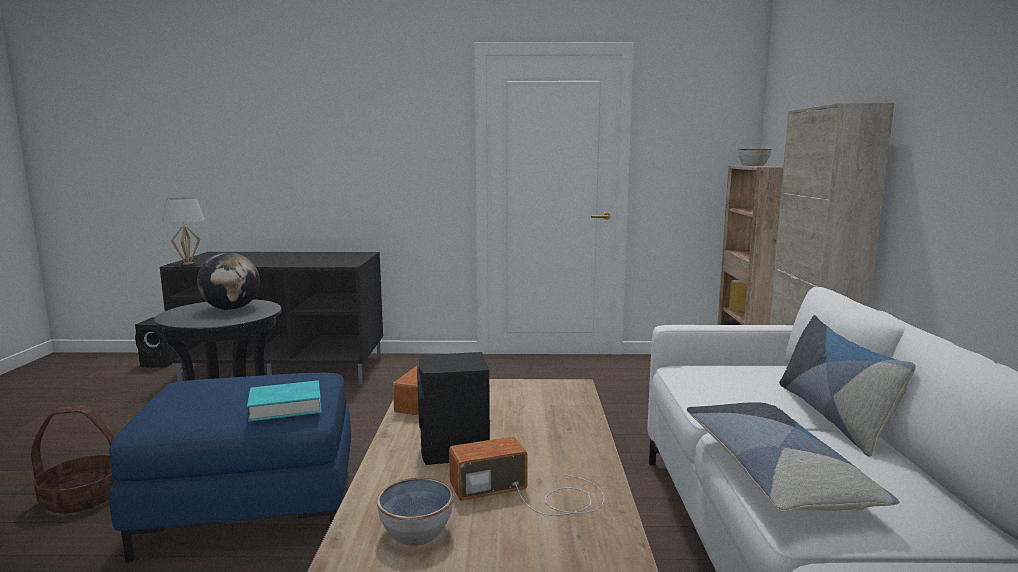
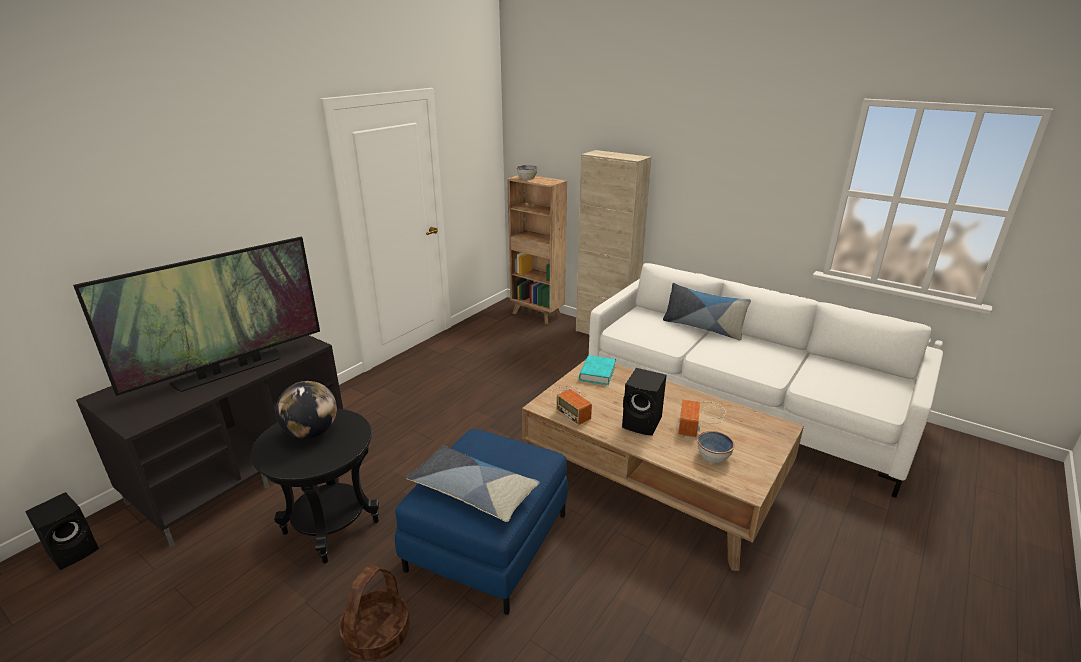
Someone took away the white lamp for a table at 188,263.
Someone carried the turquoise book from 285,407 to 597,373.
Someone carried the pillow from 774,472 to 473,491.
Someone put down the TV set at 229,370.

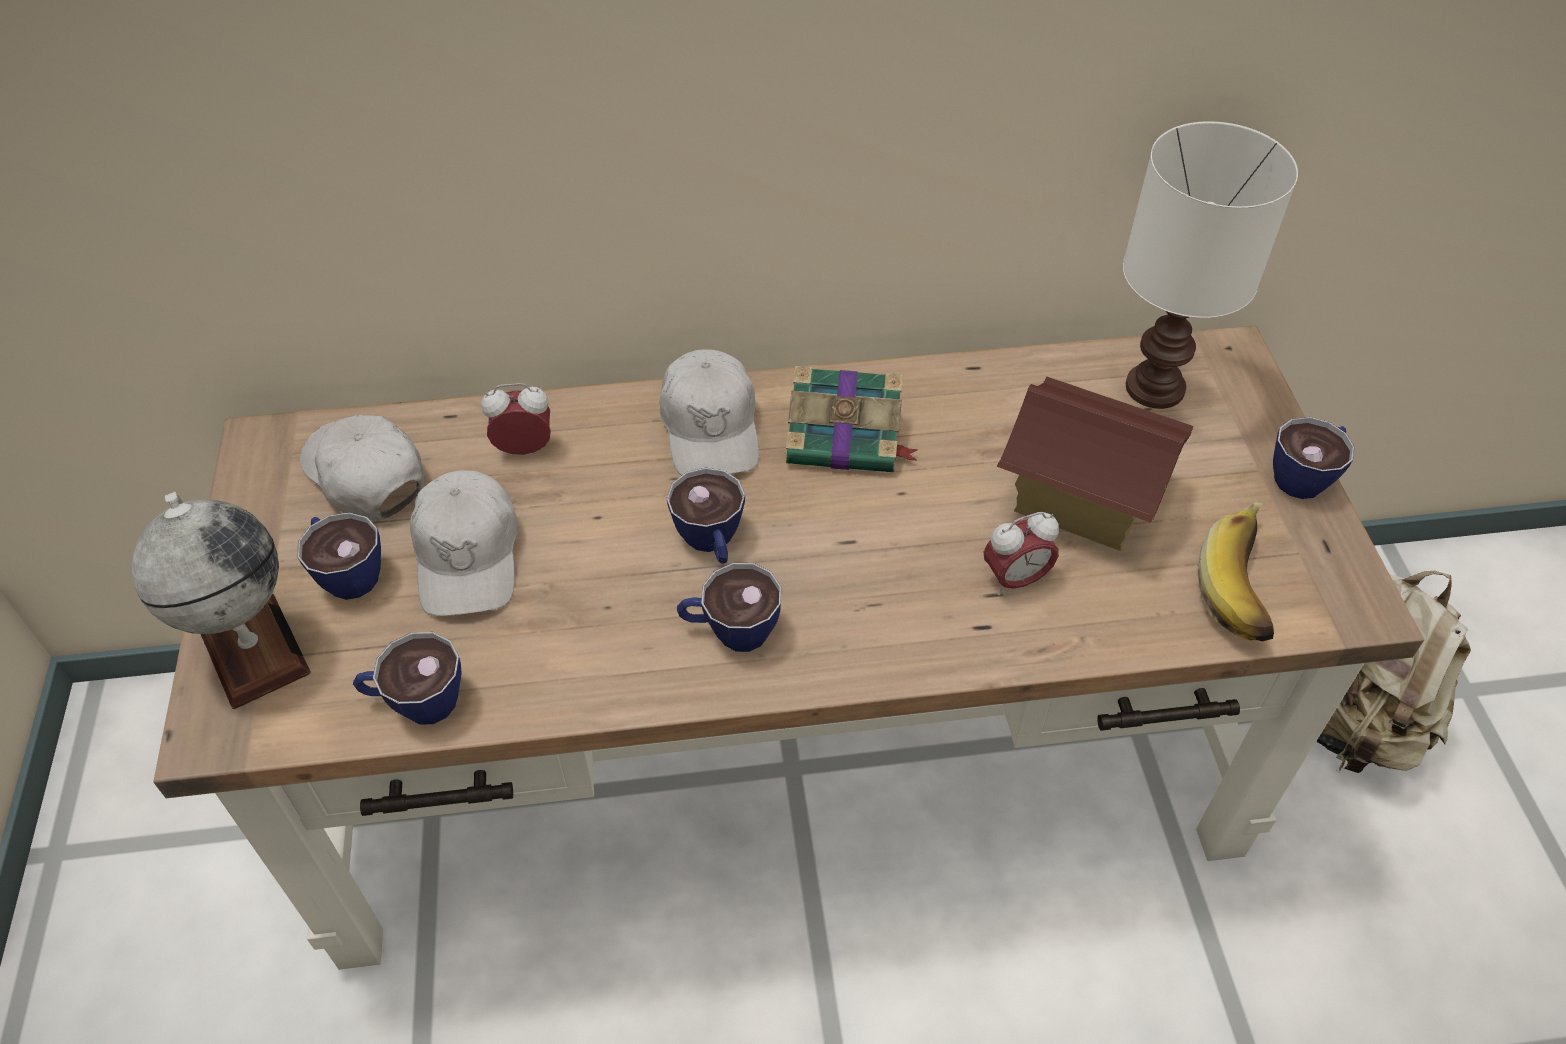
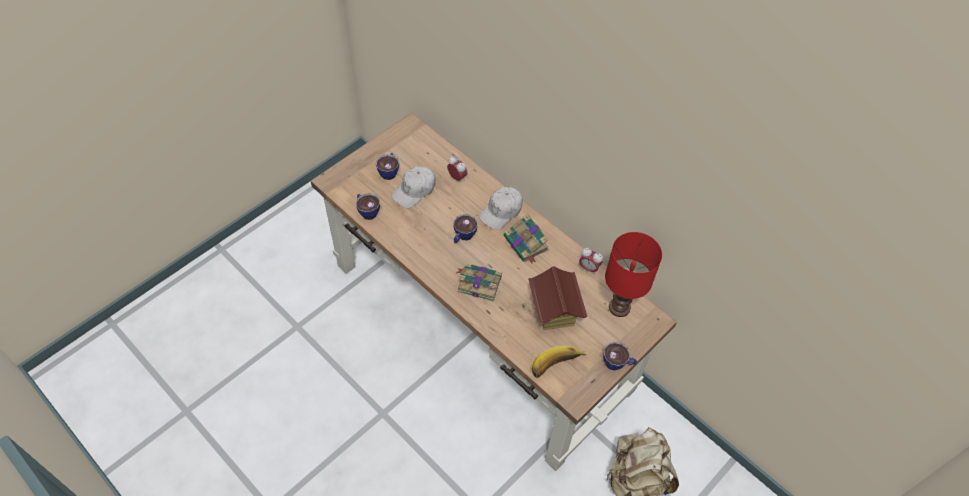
Someone took away the world globe at 253,649.
Someone took away the white baseball cap at 365,476.
Someone took away the cup at 730,631.
Someone carried the alarm clock from 1015,579 to 588,268.
Someone repainted the white lamp for a table at 1155,390, which became the red-coloured lamp for a table at 618,308.
Someone put down the book at 478,283.

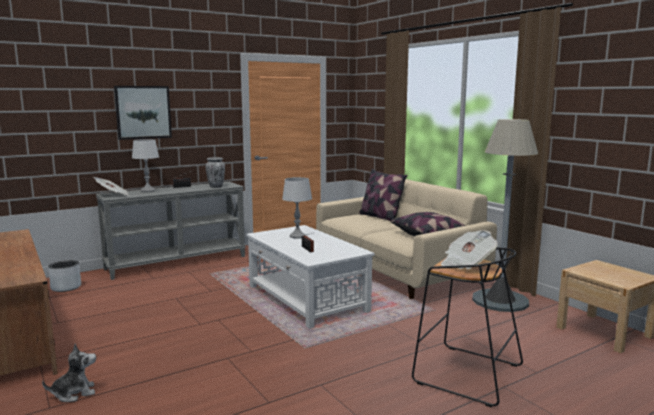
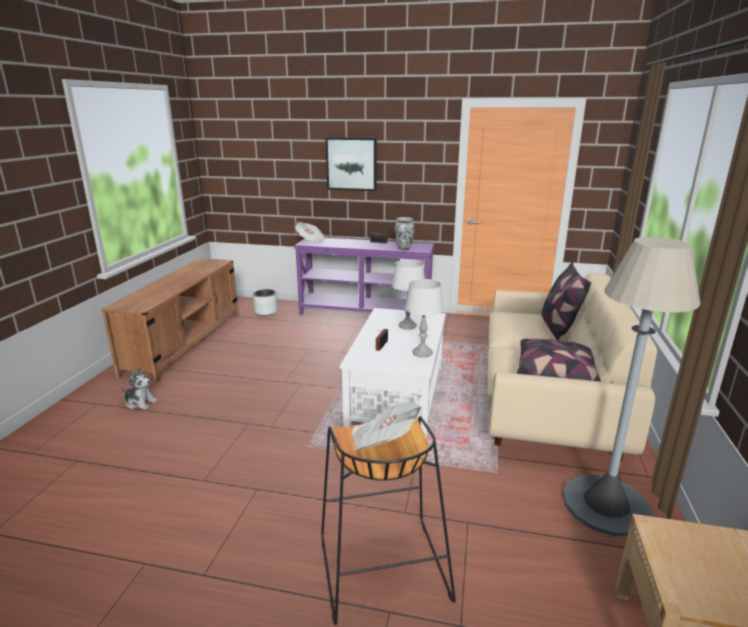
Someone repainted the gray narrow table at 177,262, which became the purple-coloured narrow table at 365,313.
Someone carried the gray lamp for a table from 148,191 to 422,353.

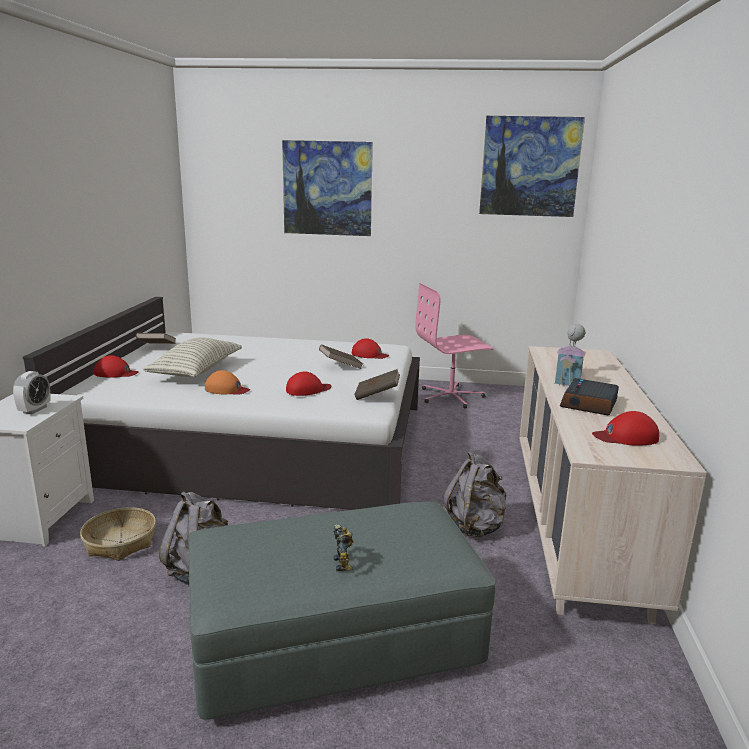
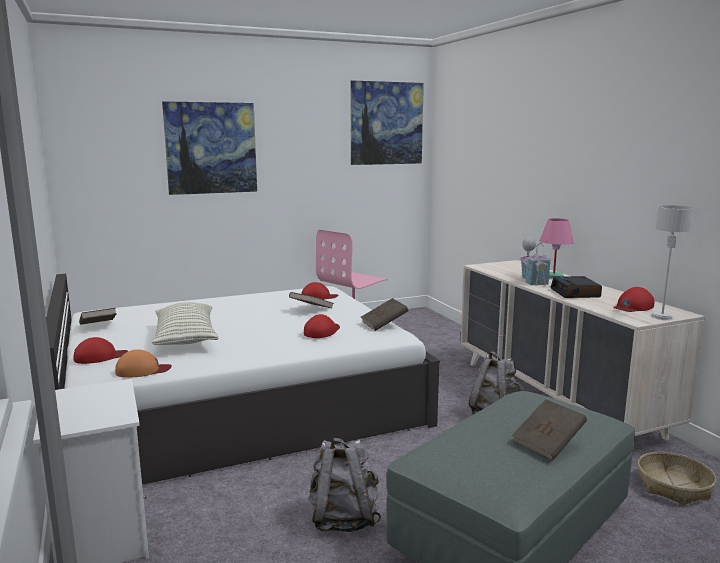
Someone took away the alarm clock at 35,410.
Someone carried the household basket from 120,542 to 674,486.
Someone carried the orange-coloured baseball cap from 226,389 to 142,370.
Someone swapped the toy robot at 345,563 for the brownish book at 548,443.
Someone put down the pinkish lamp for a table at 554,276.
Someone put down the gray lamp for a table at 662,317.

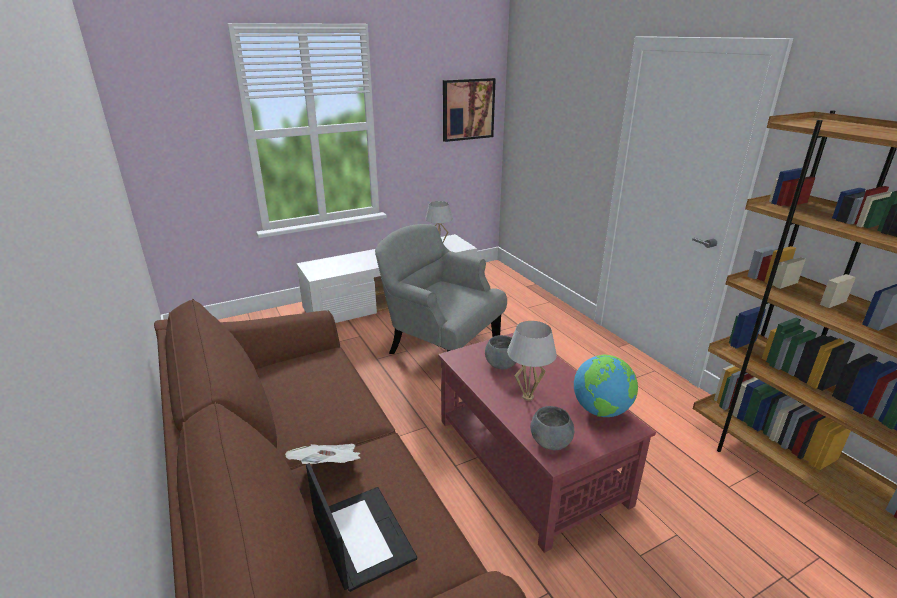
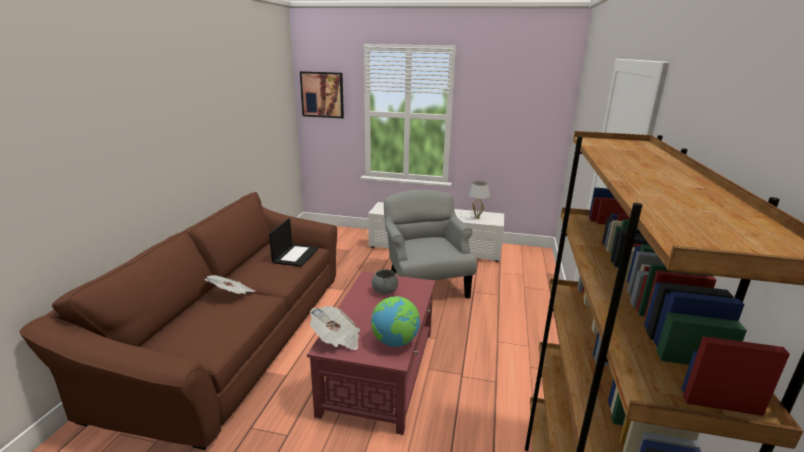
Someone carried the notebook computer from 361,536 to 295,255.
Someone carried the wall art from 468,109 to 322,94.
Someone took away the white lamp for a table at 528,397.
Someone swapped the gray bowl at 551,442 for the newspaper at 336,339.

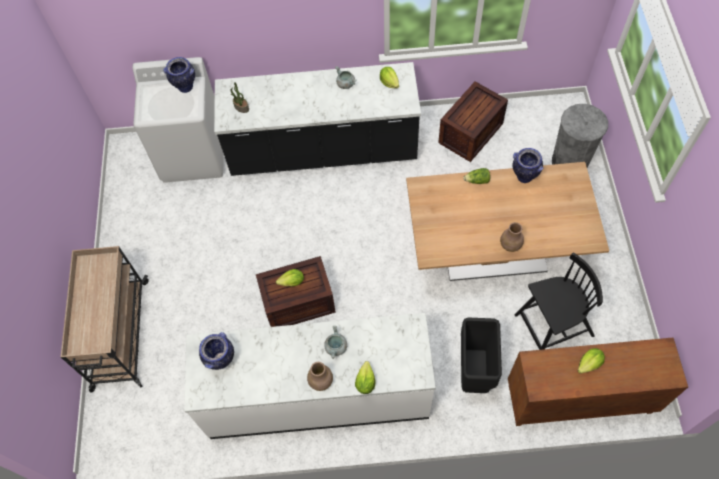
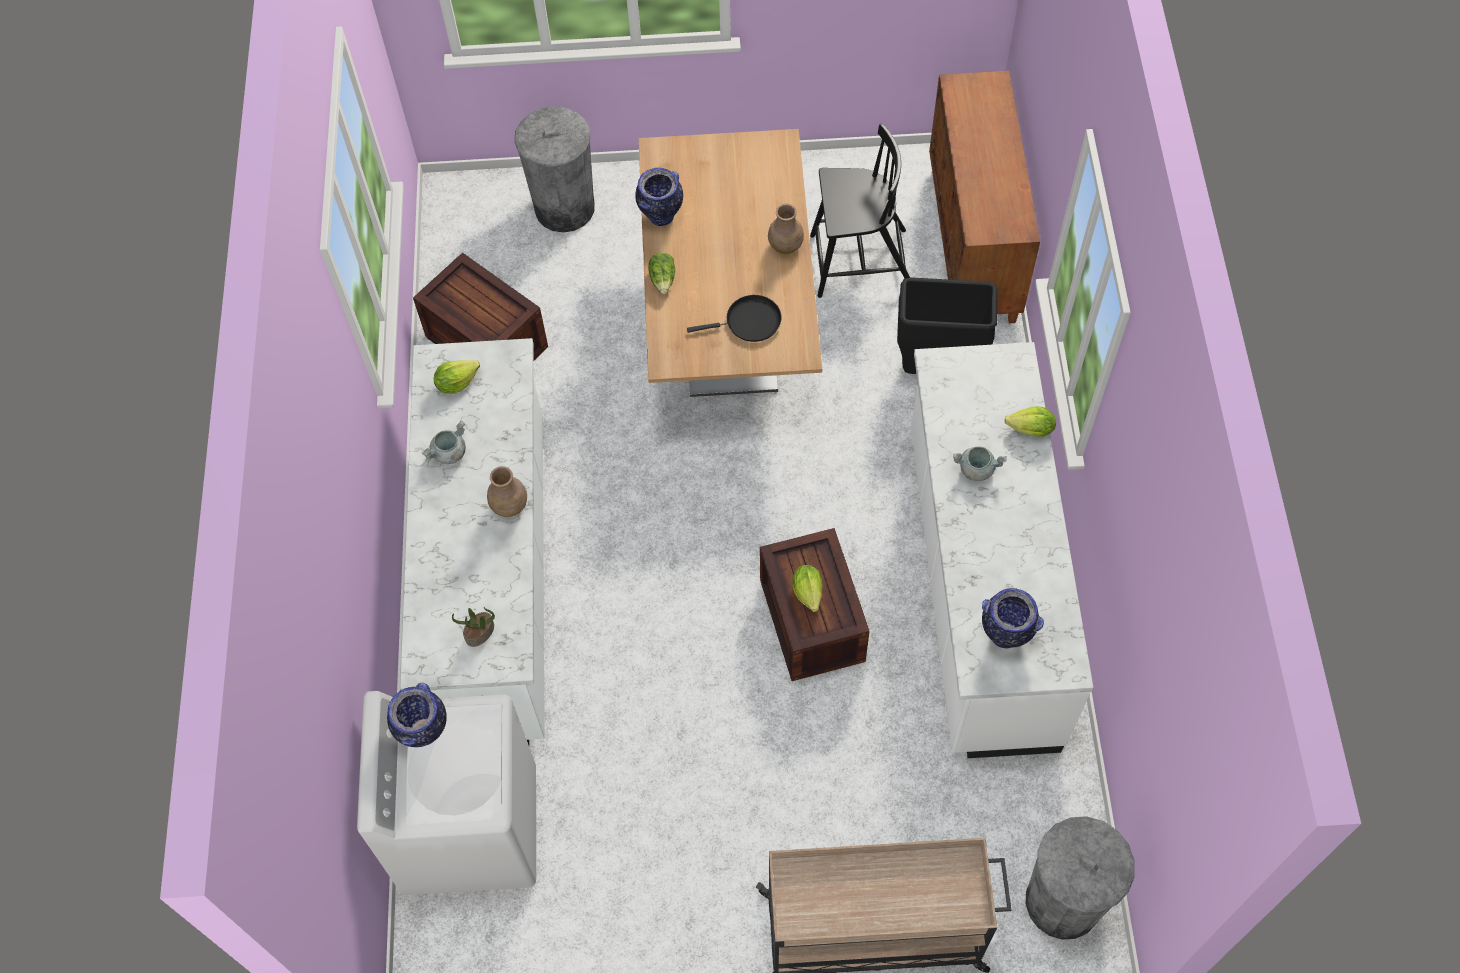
Someone repainted the black kitchen base unit at 323,152, which became the white kitchen base unit at 496,582.
Someone carried the brownish decorative vase from 320,382 to 510,506.
Someone rotated the black plain chair at 552,326 by 105 degrees clockwise.
Someone took away the lettuce at 589,364.
Someone put down the black skillet at 749,322.
Someone put down the gray waste bin at 1063,901.

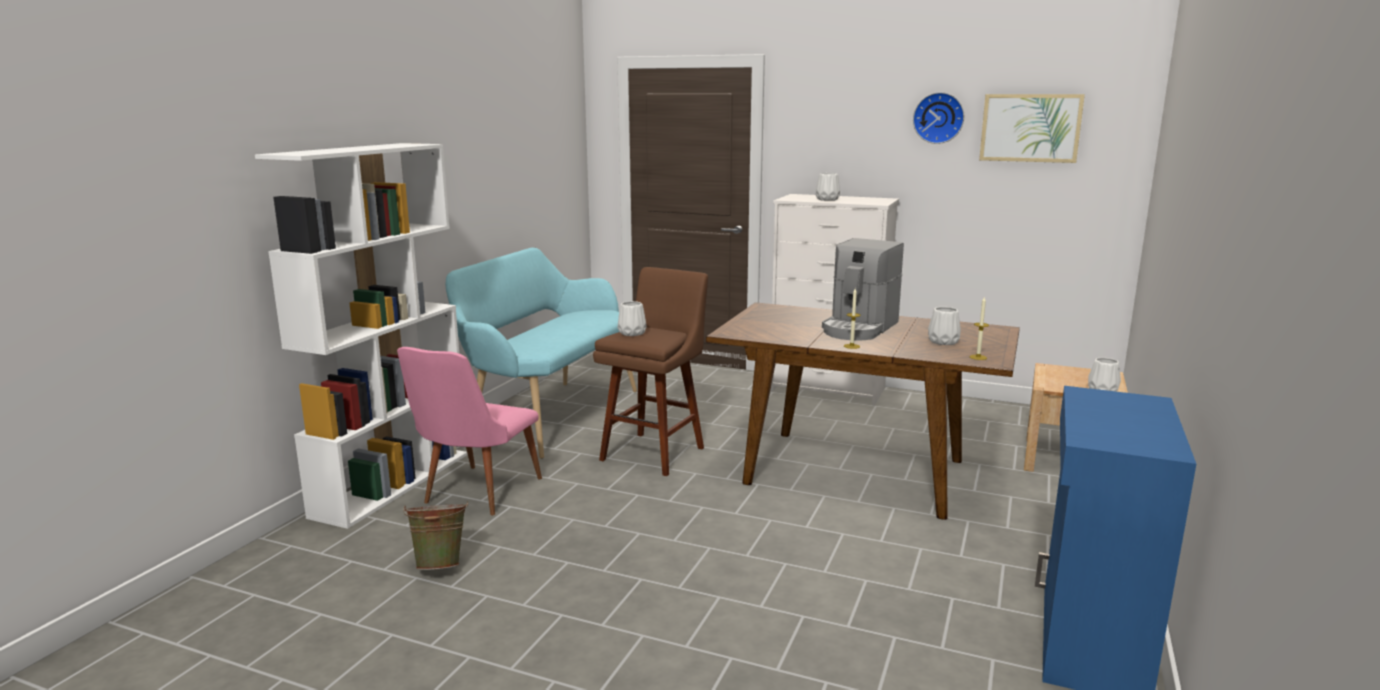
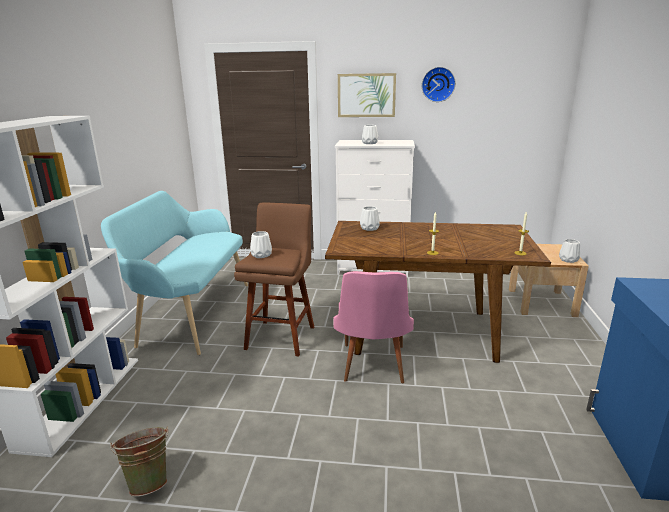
Someone carried the pinkish plain chair from 475,494 to 372,368.
Someone took away the coffee maker at 859,328.
Someone carried the white decorative vase from 944,342 to 370,228.
Someone carried the wall art from 1030,128 to 366,95.

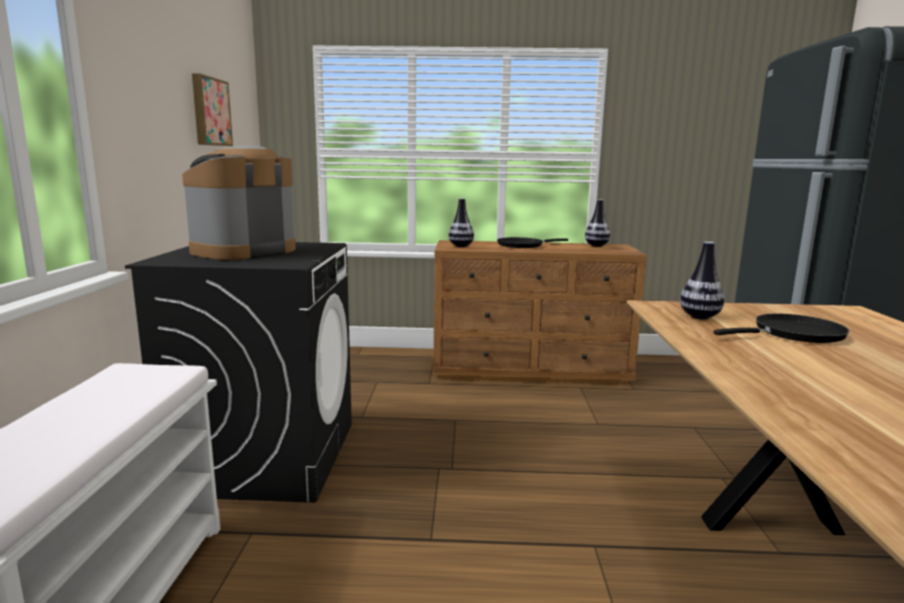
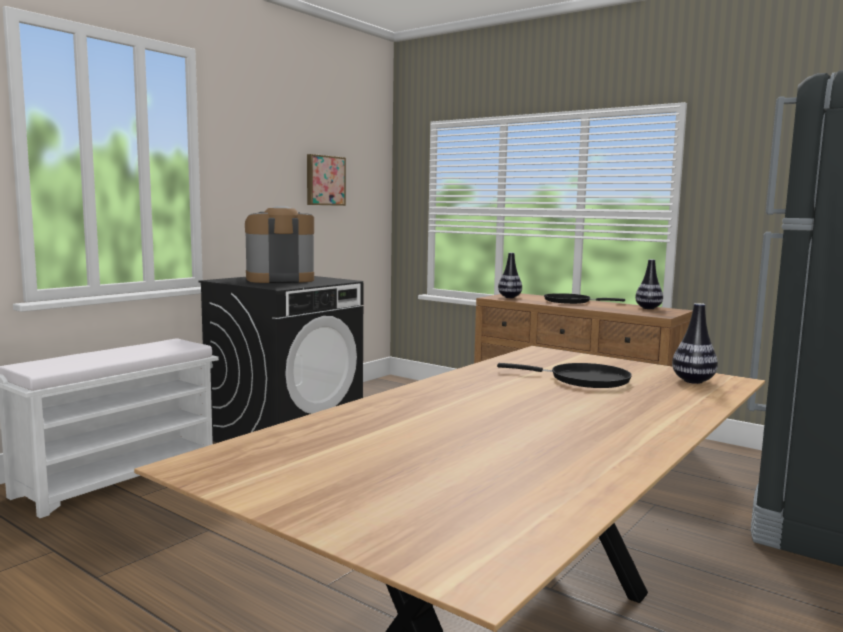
Someone carried the decorative vase from 700,317 to 693,381.

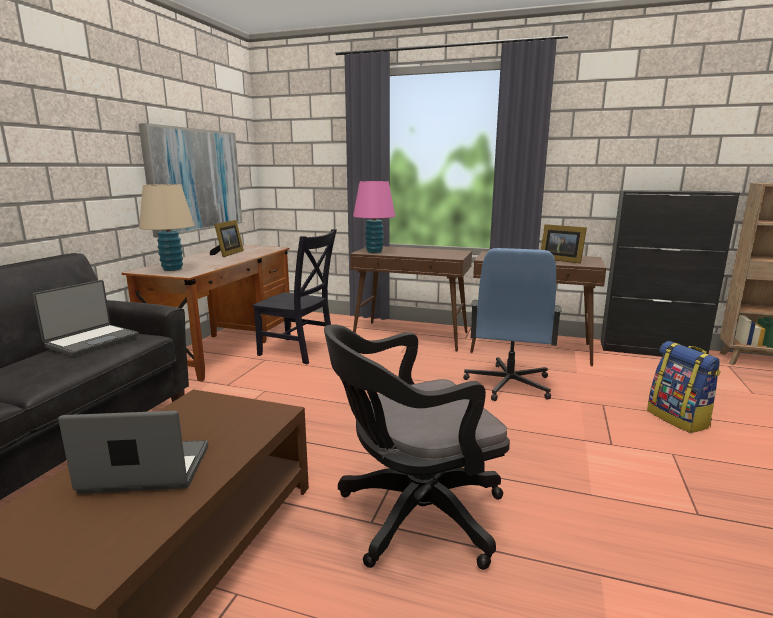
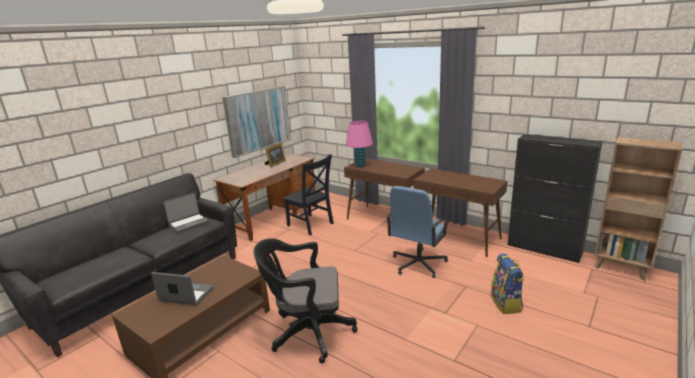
Someone took away the beige lamp for a table at 172,269.
Someone took away the picture frame at 560,260.

